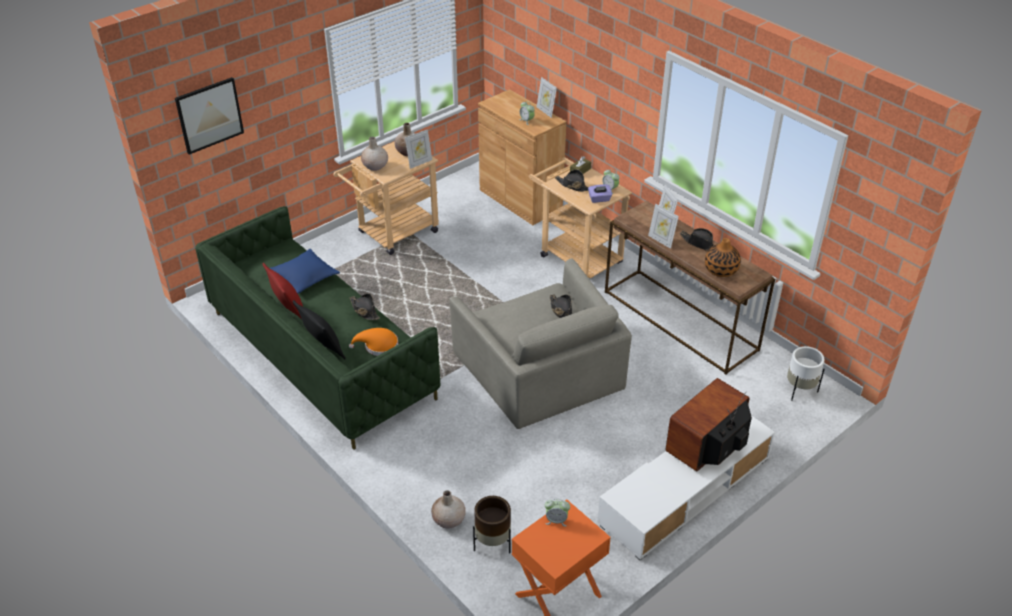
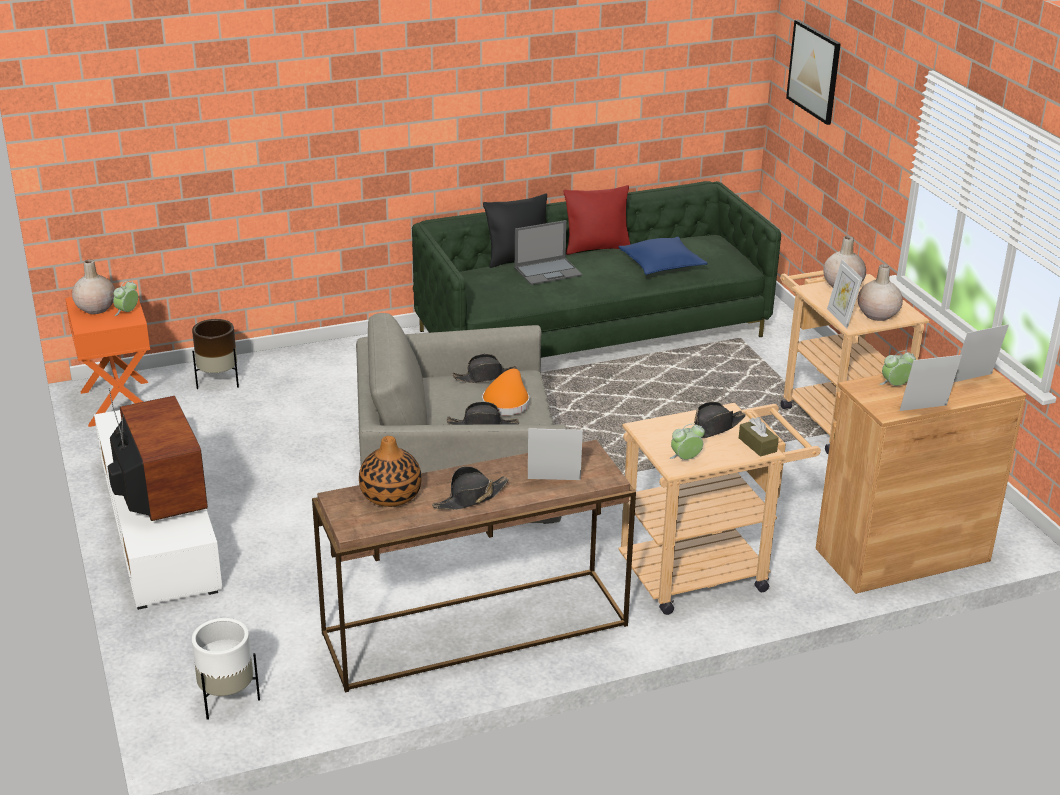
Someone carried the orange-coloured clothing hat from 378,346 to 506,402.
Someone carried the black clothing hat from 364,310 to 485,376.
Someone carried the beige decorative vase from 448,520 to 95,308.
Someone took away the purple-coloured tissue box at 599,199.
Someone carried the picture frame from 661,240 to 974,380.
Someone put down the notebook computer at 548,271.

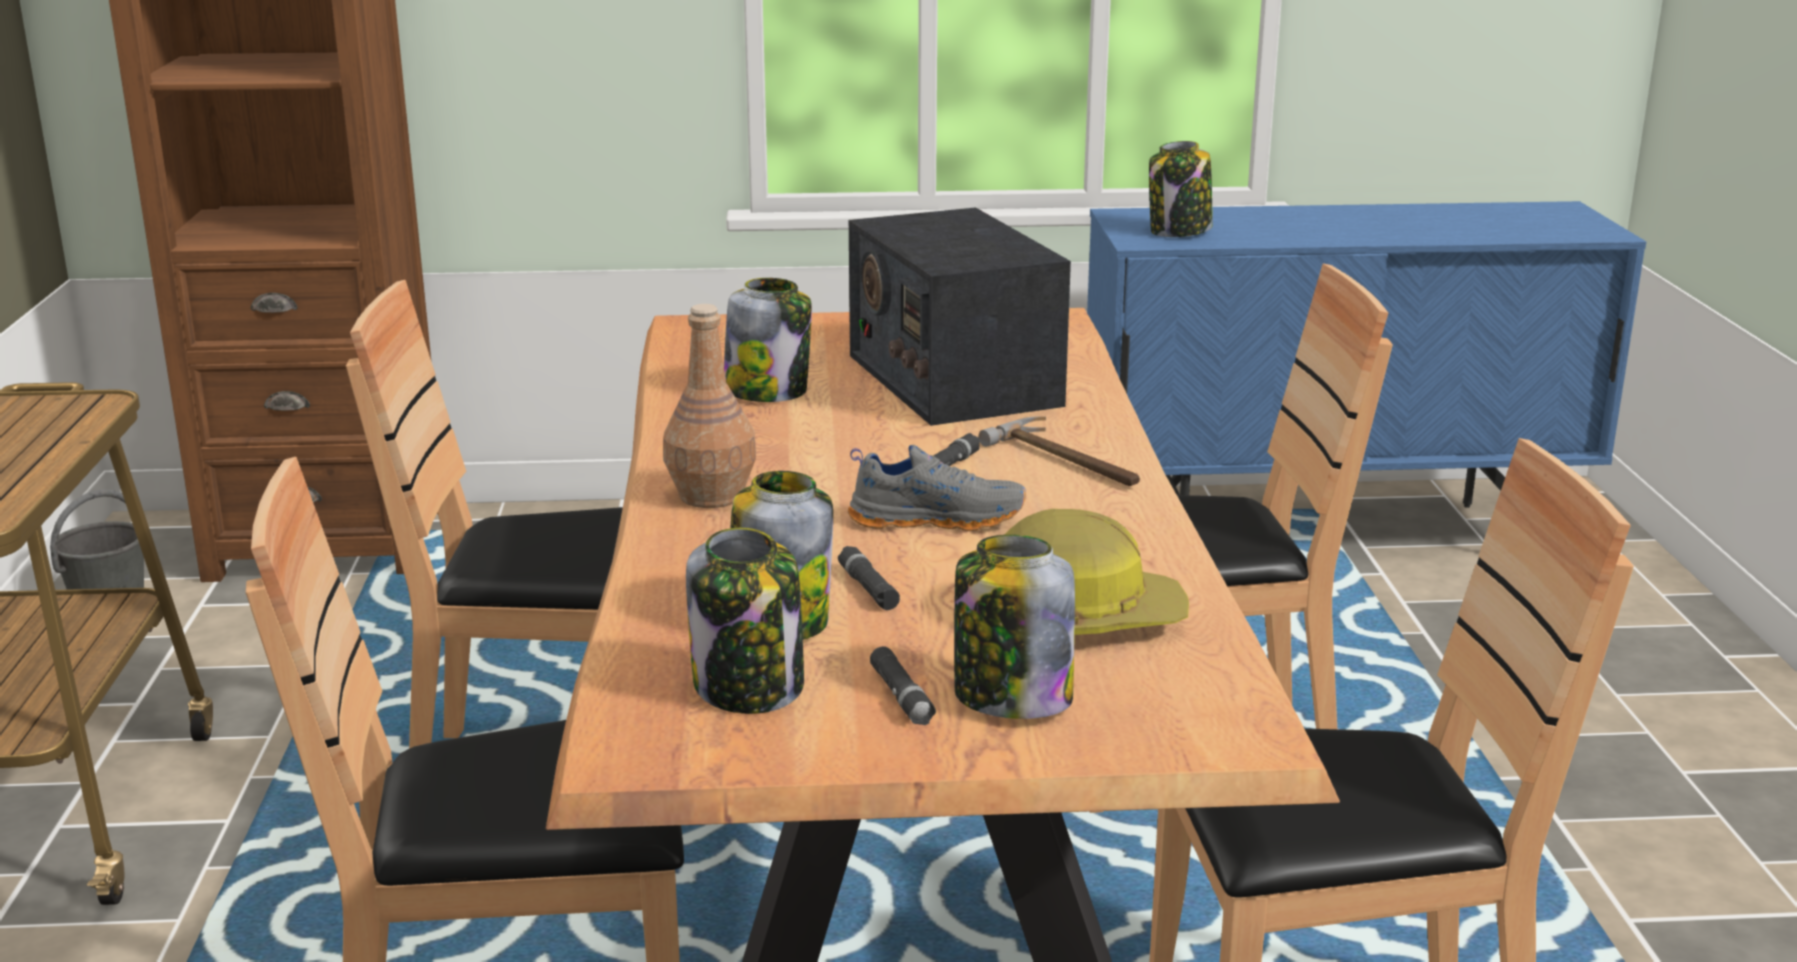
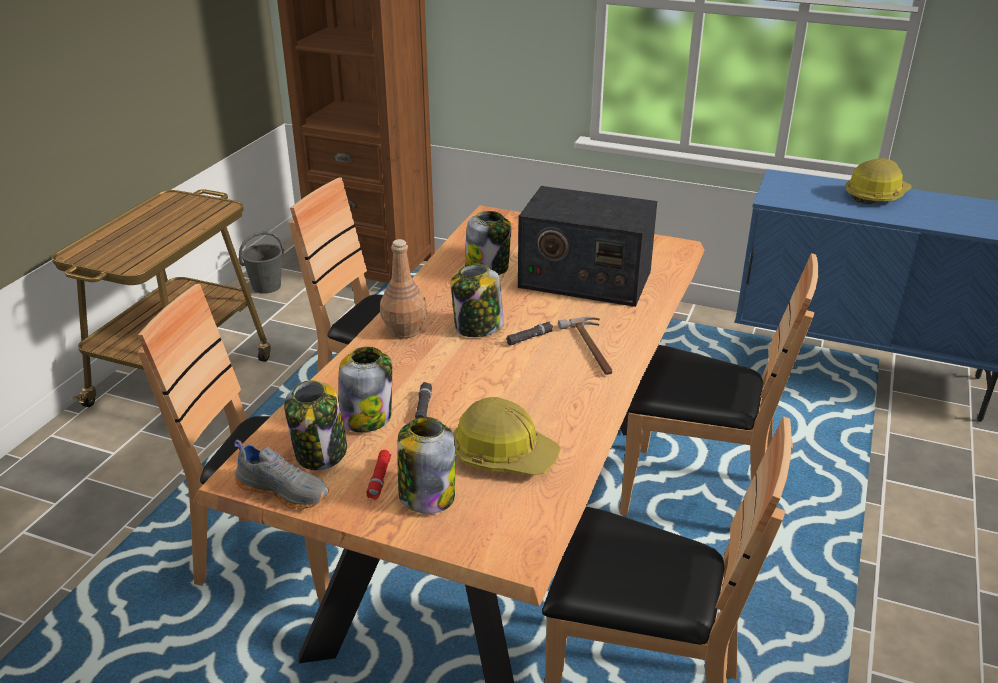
Someone carried the gray low shoe from 936,519 to 284,490.
Someone rotated the radio at 952,379 by 75 degrees counterclockwise.
Someone repainted the black hand torch at 901,696, which became the red-coloured hand torch at 379,479.
Someone carried the storage jar from 1179,231 to 478,328.
Someone put down the safety helmet at 876,195.

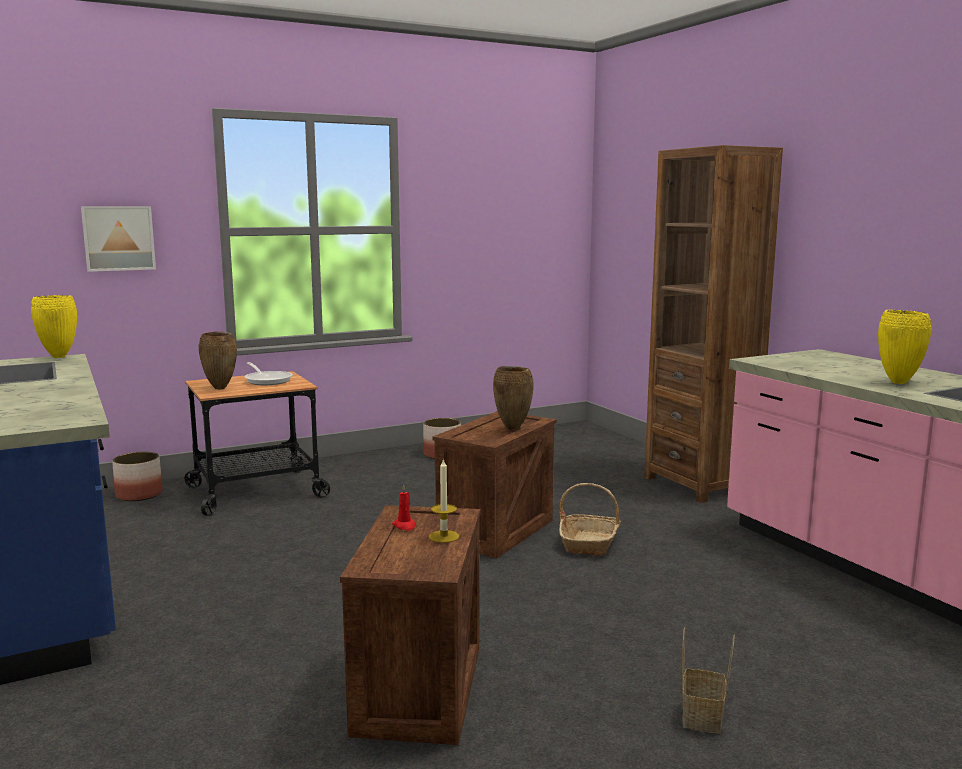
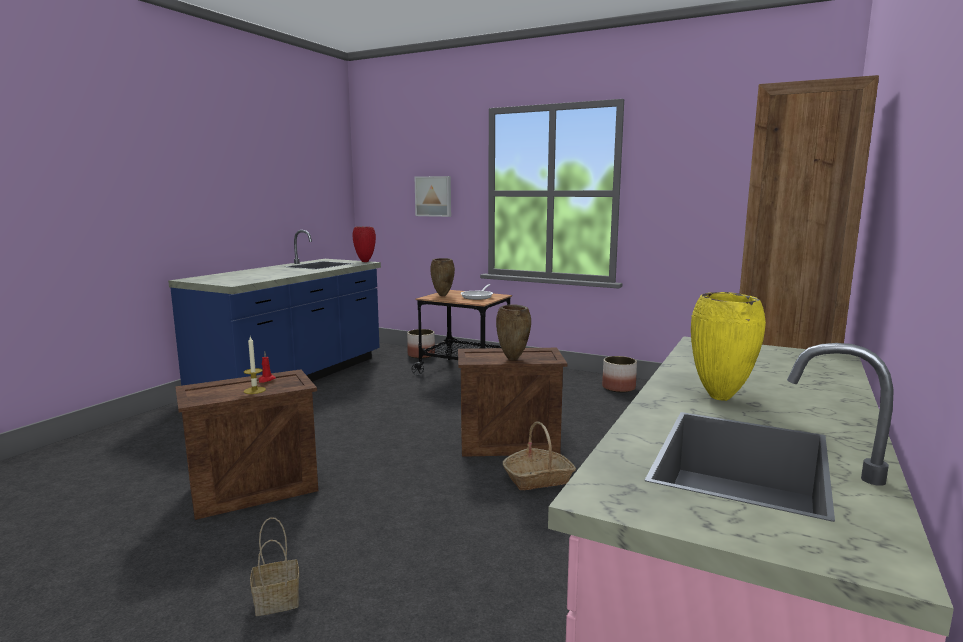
Someone repainted the yellow decorative vase at 59,357, which became the red-coloured decorative vase at 365,261.

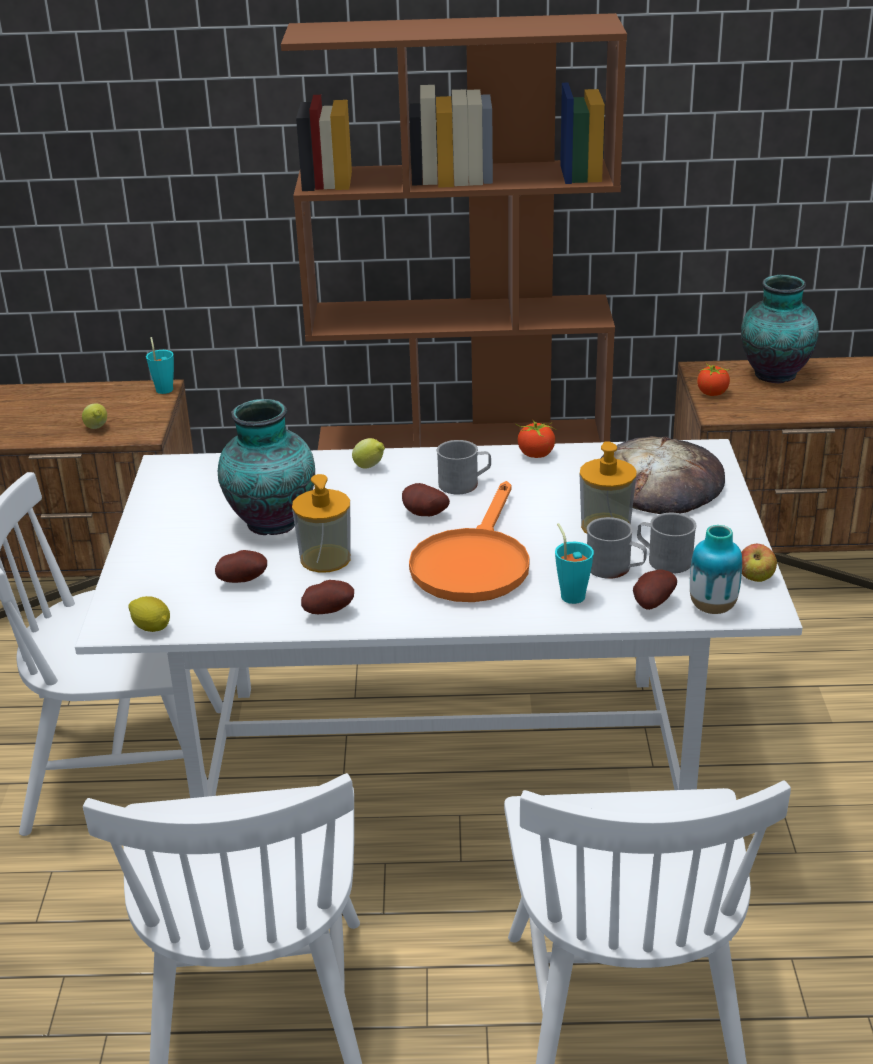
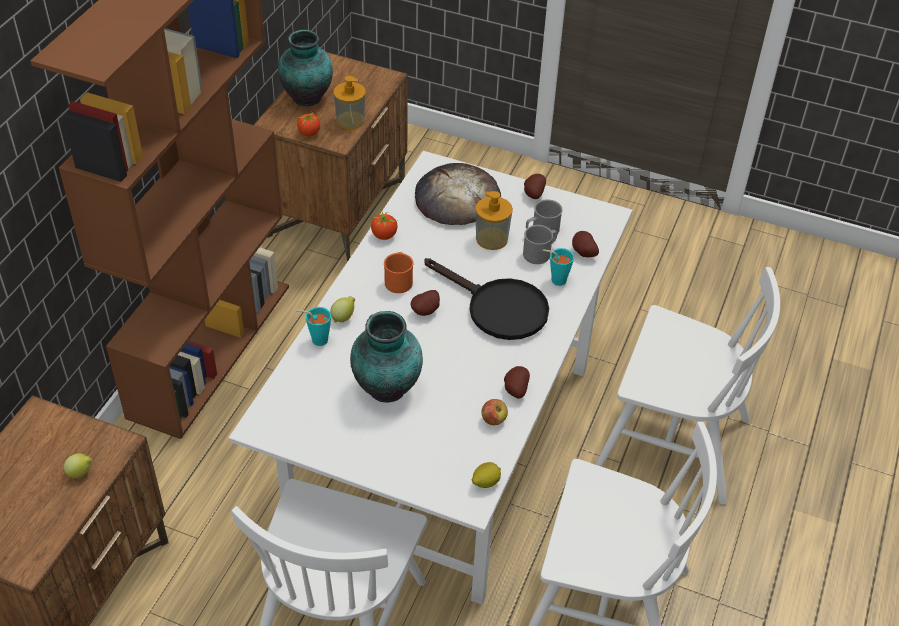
Someone carried the turquoise cup from 164,388 to 316,339.
Someone carried the spud from 243,580 to 533,194.
Someone carried the liquid soap bottle from 325,558 to 350,120.
Someone repainted the orange-coloured skillet at 473,562, which became the black skillet at 498,308.
Someone repainted the gray tea mug at 464,483, which became the orange-coloured tea mug at 399,280.
Someone took away the decorative vase at 712,607.
Someone carried the whole apple from 755,578 to 494,420.

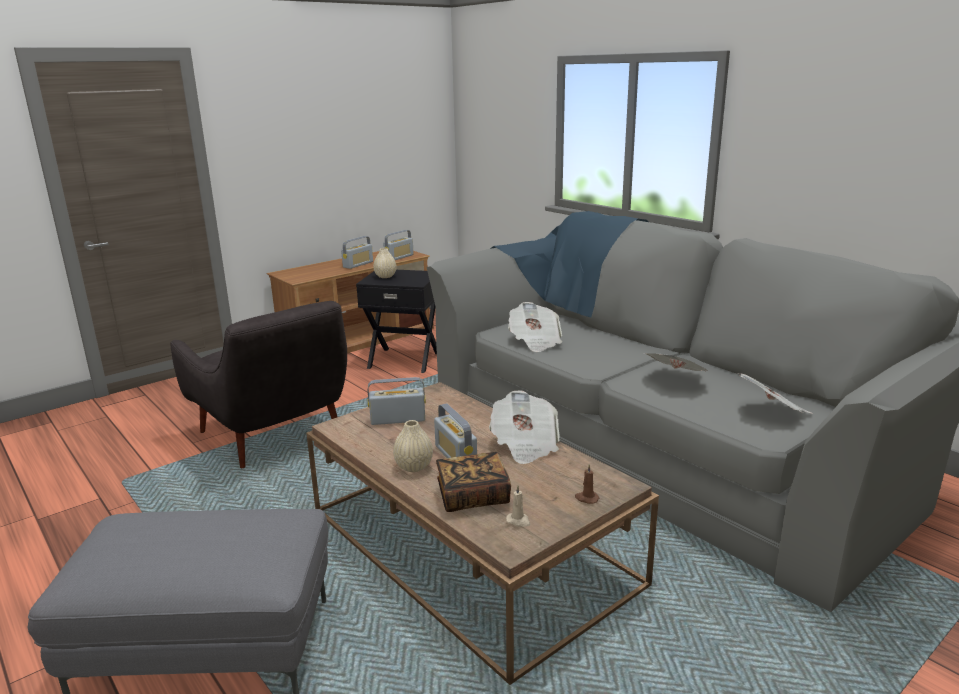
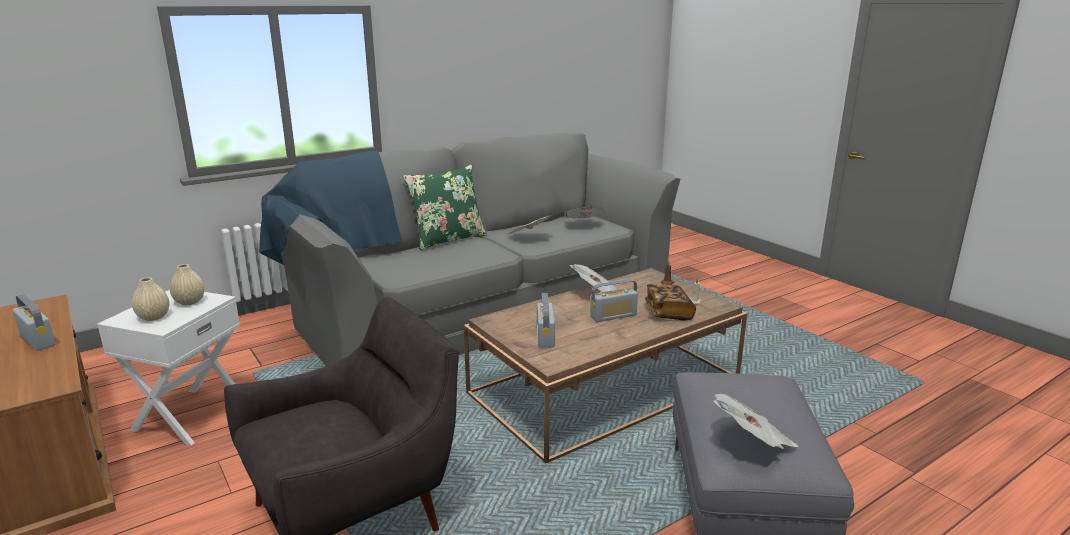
Someone repainted the black accent table at 404,359, which became the white accent table at 190,415.
Someone took away the radio at 399,257.
Someone carried the beige decorative vase from 414,467 to 190,301.
Someone carried the newspaper from 535,341 to 752,441.
Someone put down the greenish pillow at 448,239.

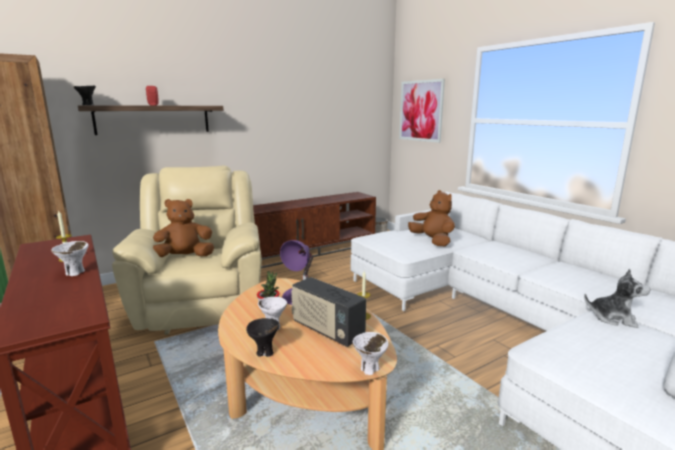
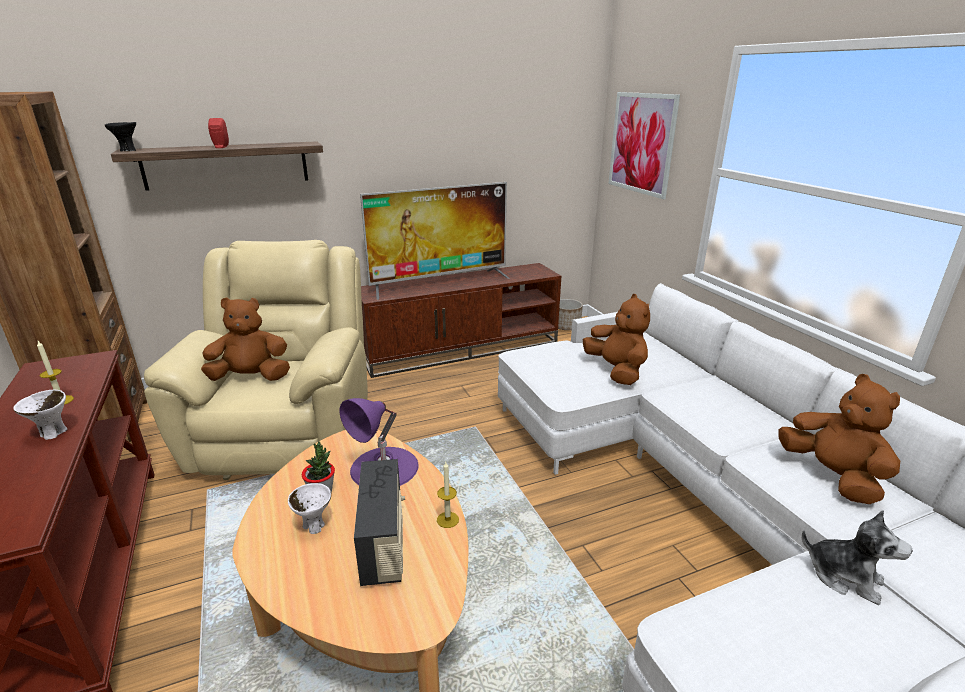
Someone took away the black bowl at 264,353.
Someone rotated the radio at 327,330 by 150 degrees counterclockwise.
Someone took away the white bowl at 370,369.
Someone put down the TV set at 440,283.
Someone put down the brownish cuddly toy at 832,476.

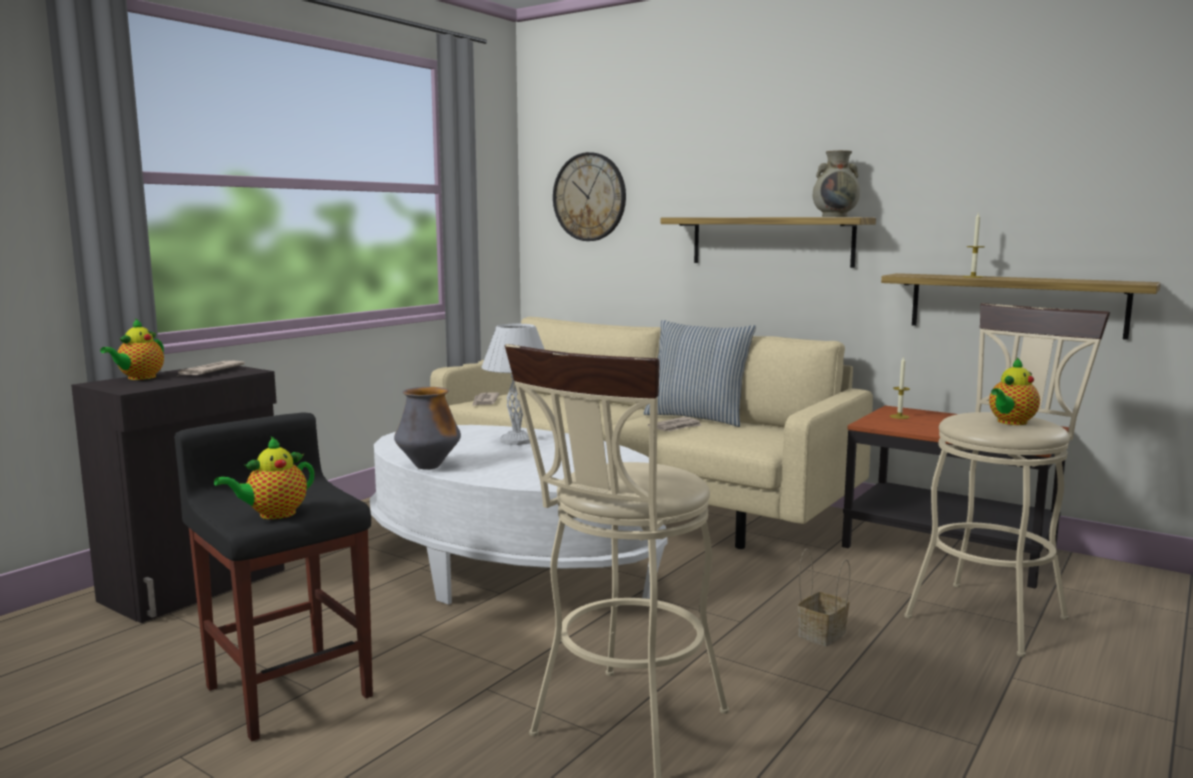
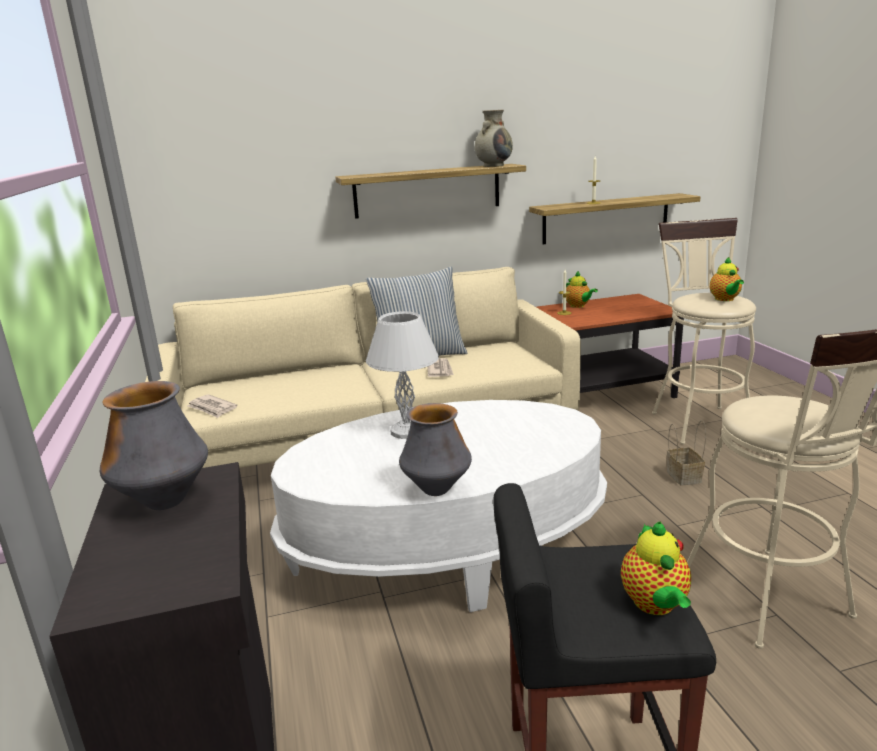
Someone carried the teapot from 139,378 to 578,306.
Someone swapped the newspaper at 209,372 for the decorative vase at 165,502.
Someone took away the wall clock at 589,197.

